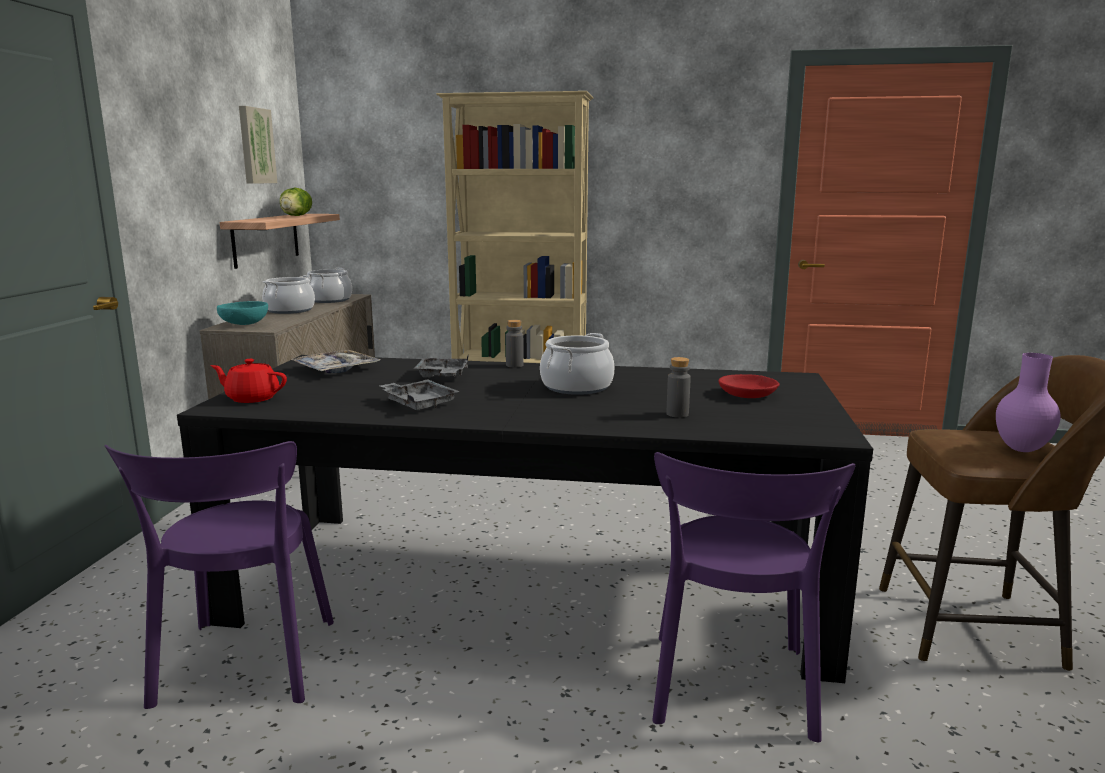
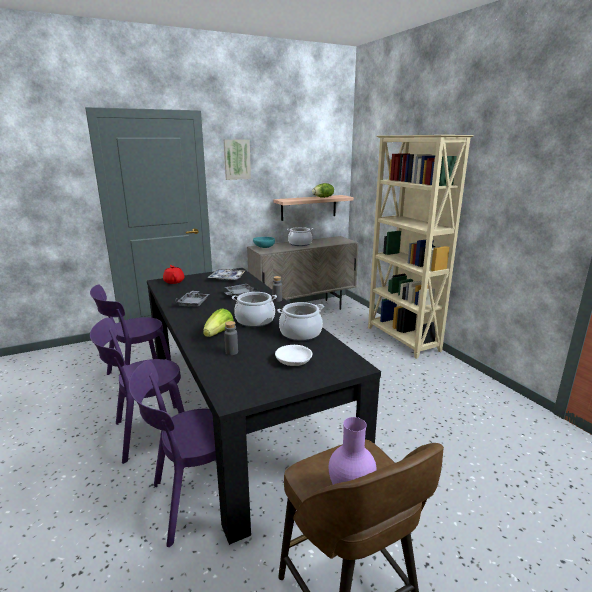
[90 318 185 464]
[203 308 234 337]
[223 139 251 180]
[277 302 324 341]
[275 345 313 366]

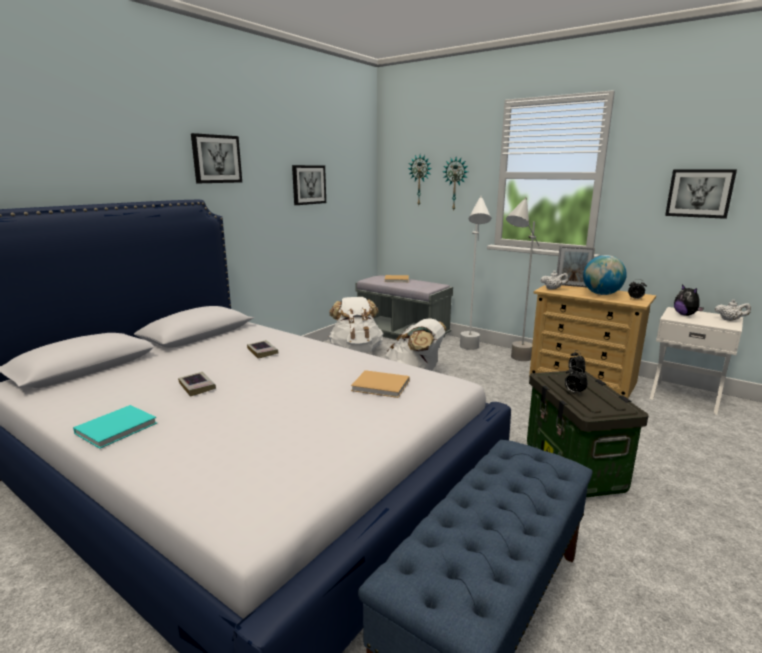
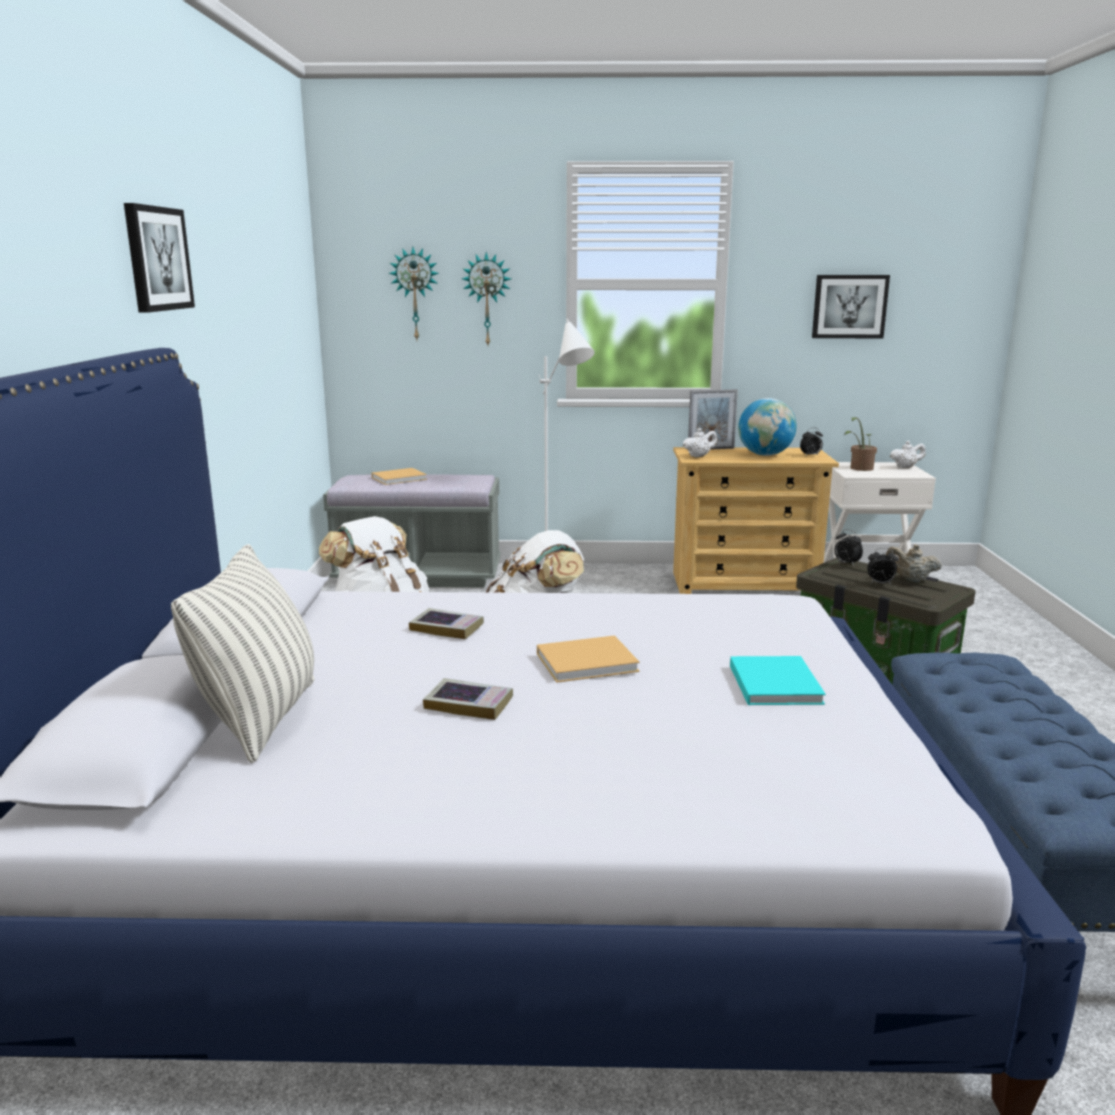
[292 165 326 205] (first image)
[506 197 539 361] (first image)
[171 544 315 763]
[886 544 942 583]
[730 656 826 705]
[537 635 640 683]
[844 417 877 471]

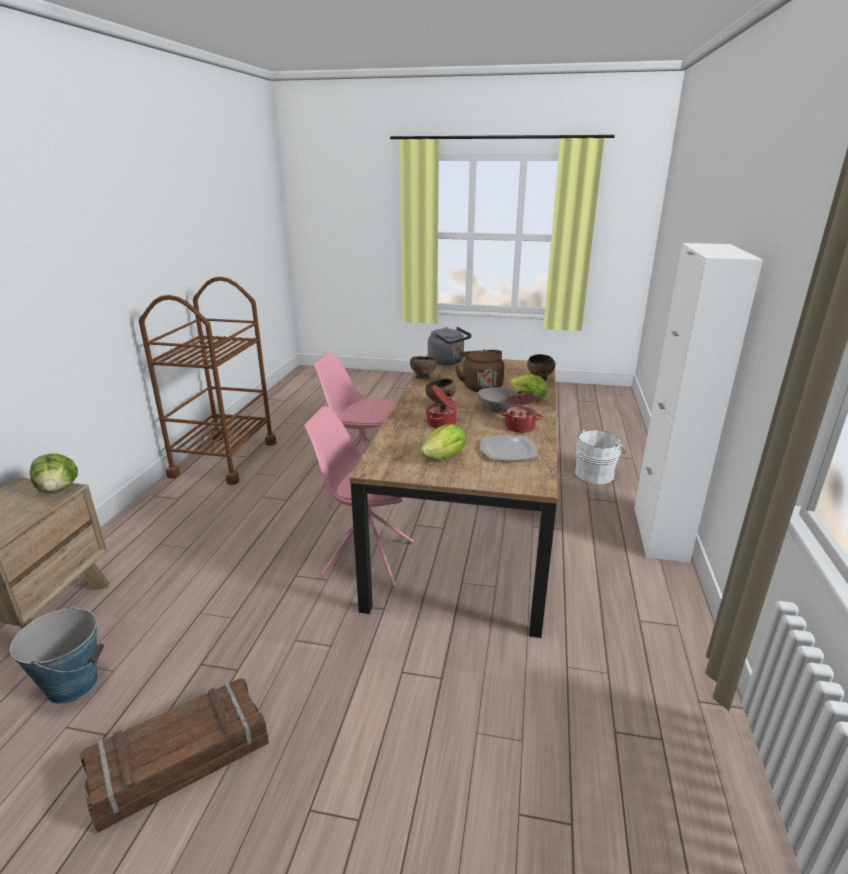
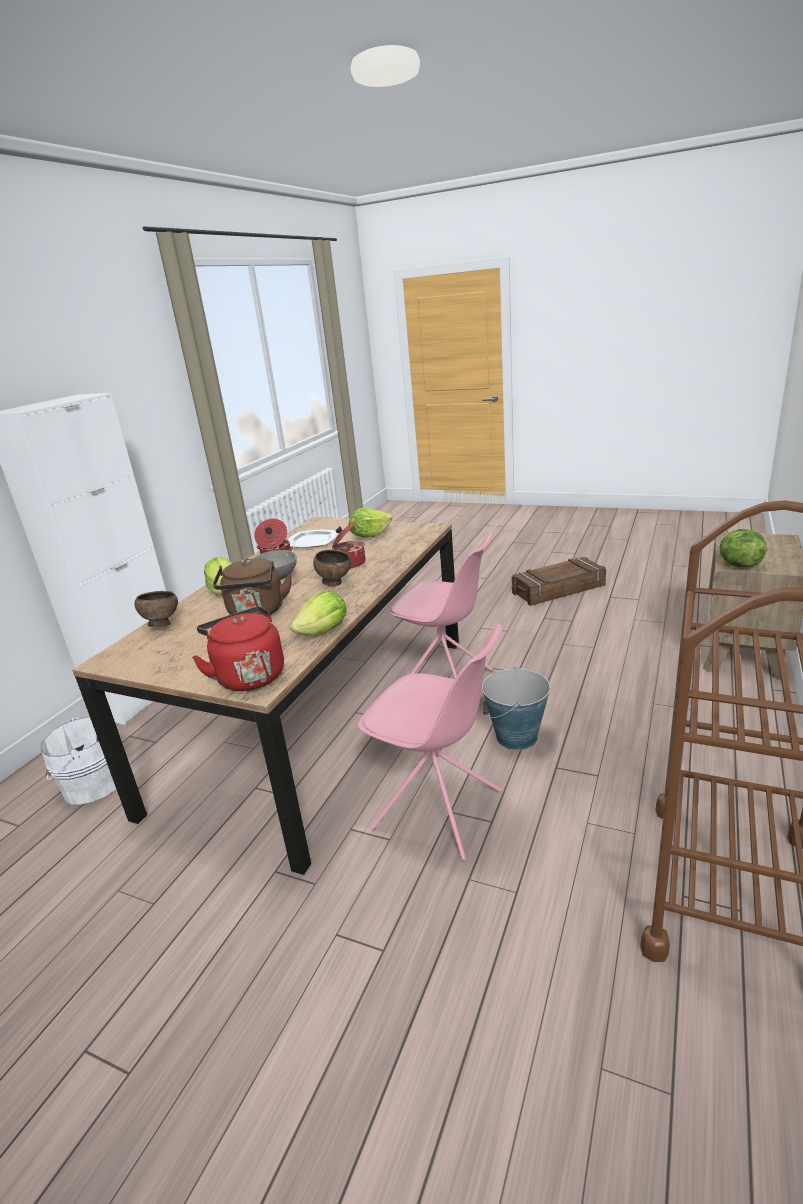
[482 666 550 750]
[290 591 347 636]
[192 606 284 691]

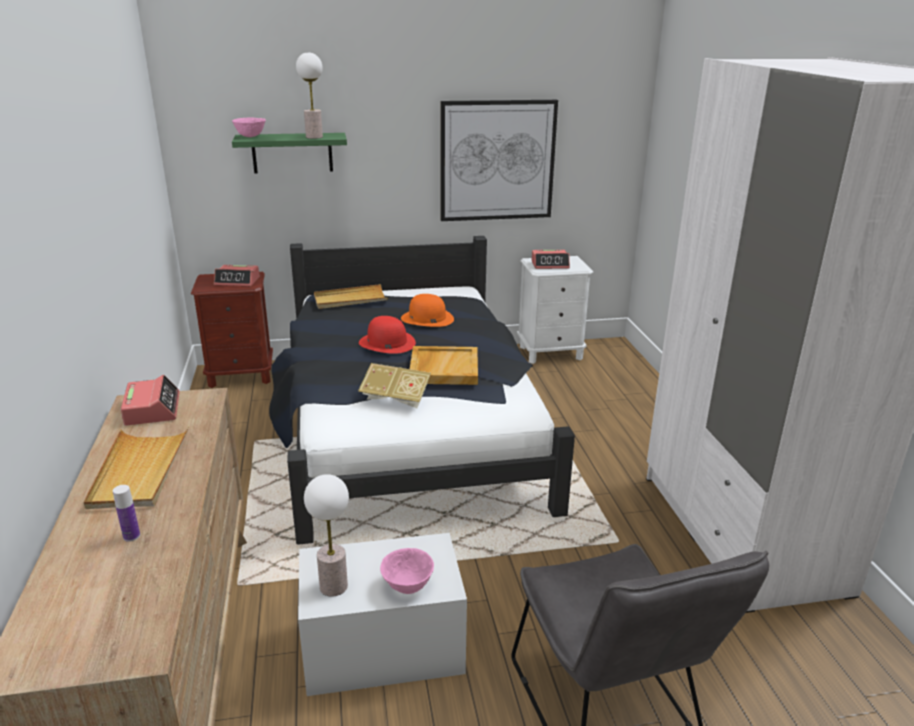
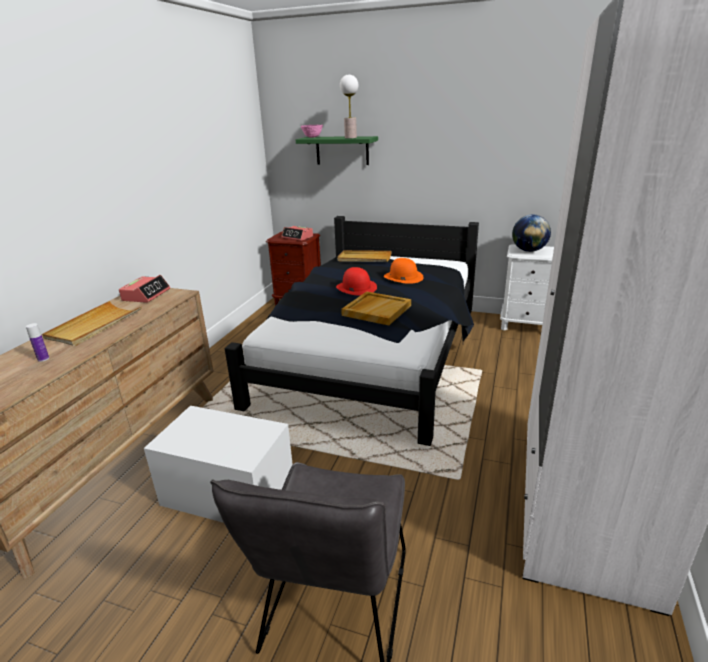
[304 474 349 597] (first image)
[358 363 431 408] (first image)
[380 548 434 594] (first image)
[441 100 558 221] (first image)
[512 214 551 252]

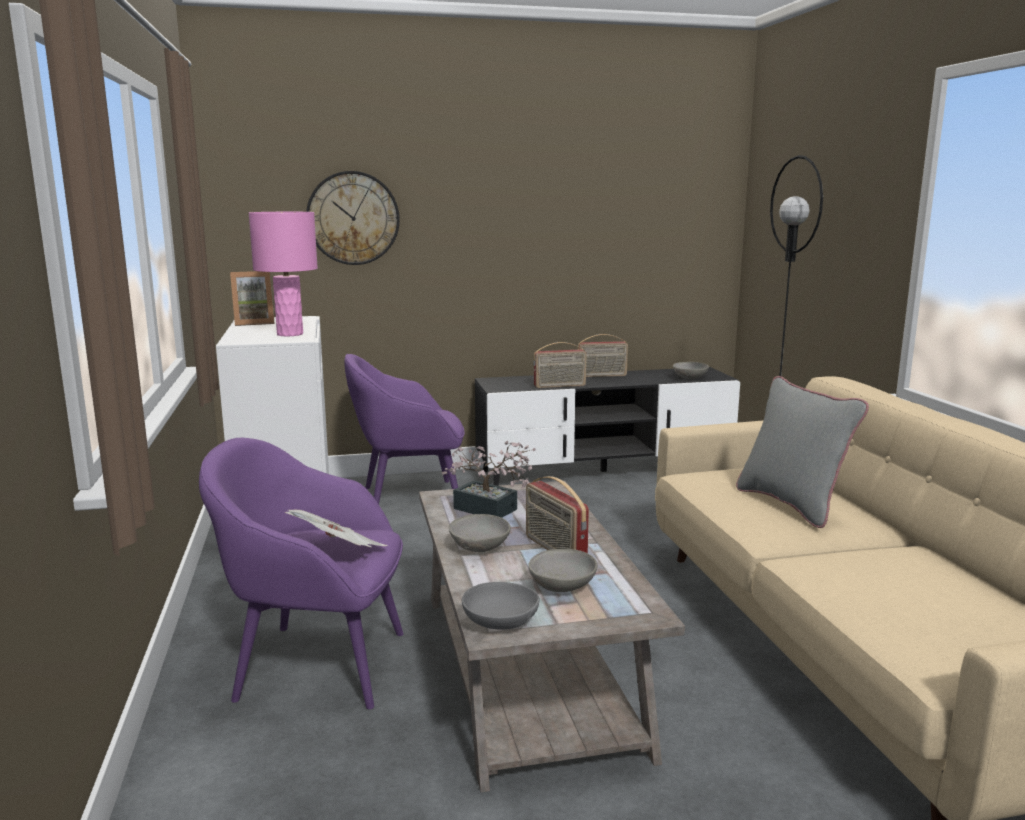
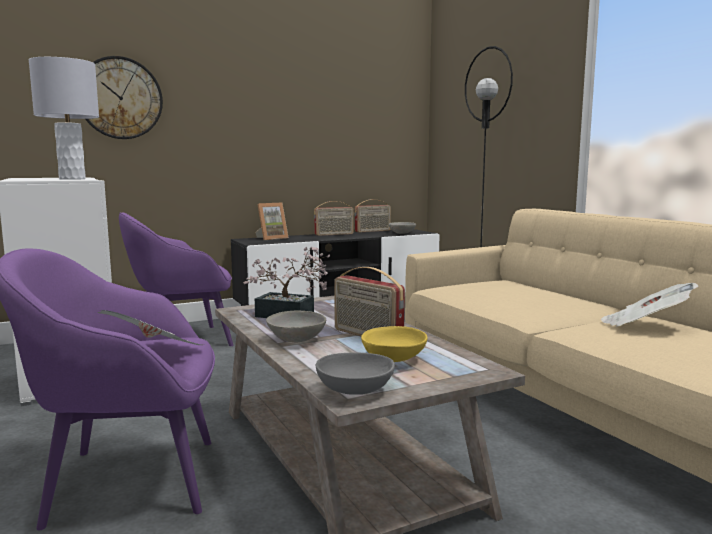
[736 376 869 528] (first image)
[600 283 699 327]
[255 203 289 240]
[355 199 391 233]
[29 57 99 180]
[361 326 428 362]

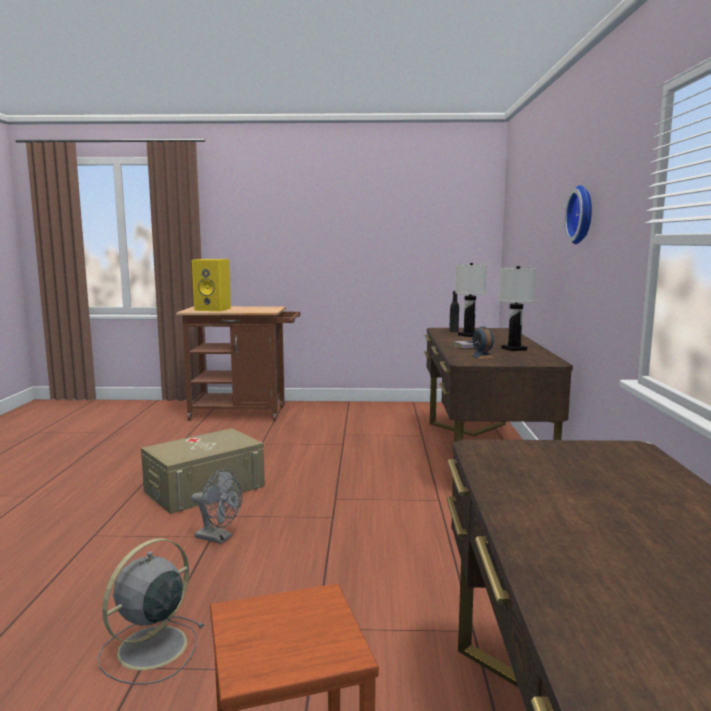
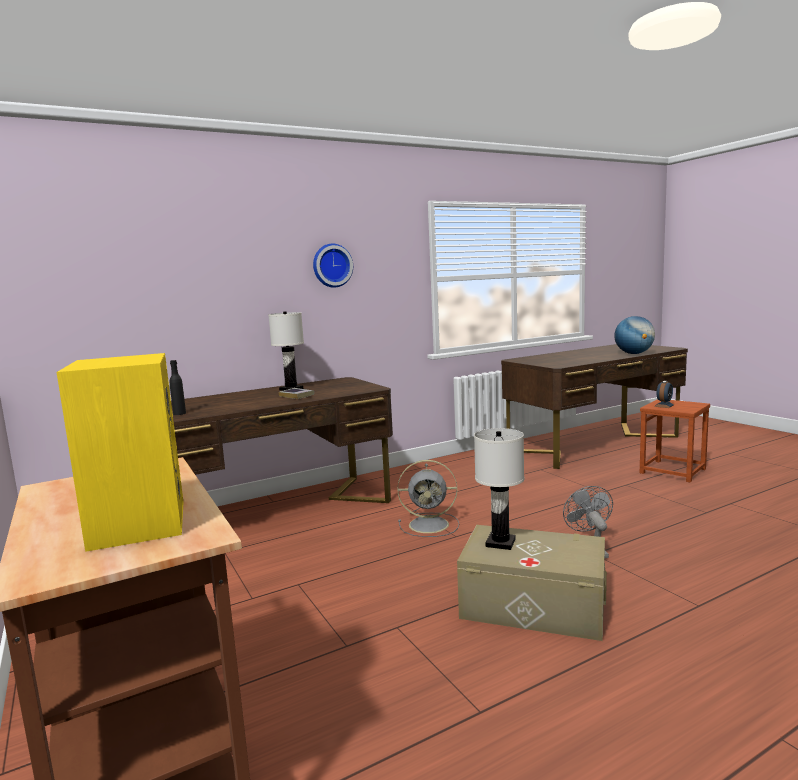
[614 316 655 354]
[397 460 459 537]
[474 428 524 550]
[654 381 674 408]

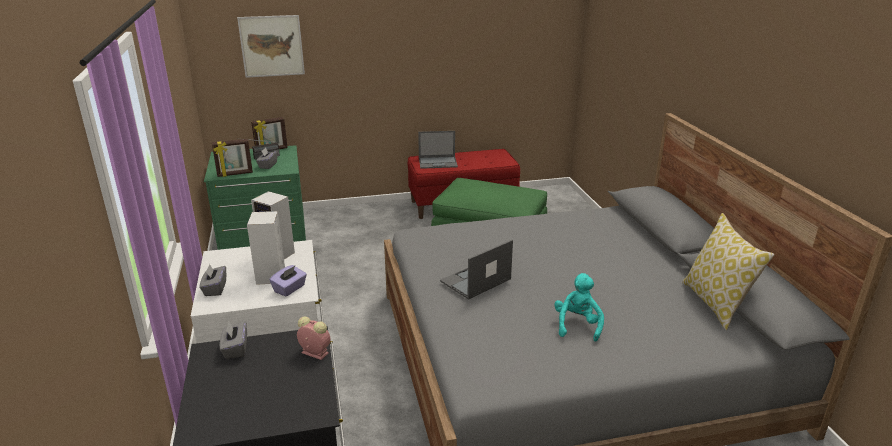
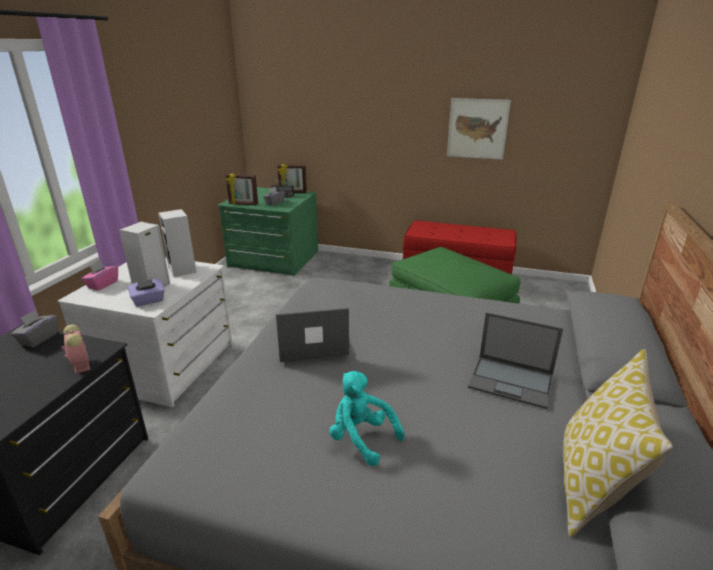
[447 98 511 160]
[468 312 563 409]
[82 261 118 290]
[329 371 405 466]

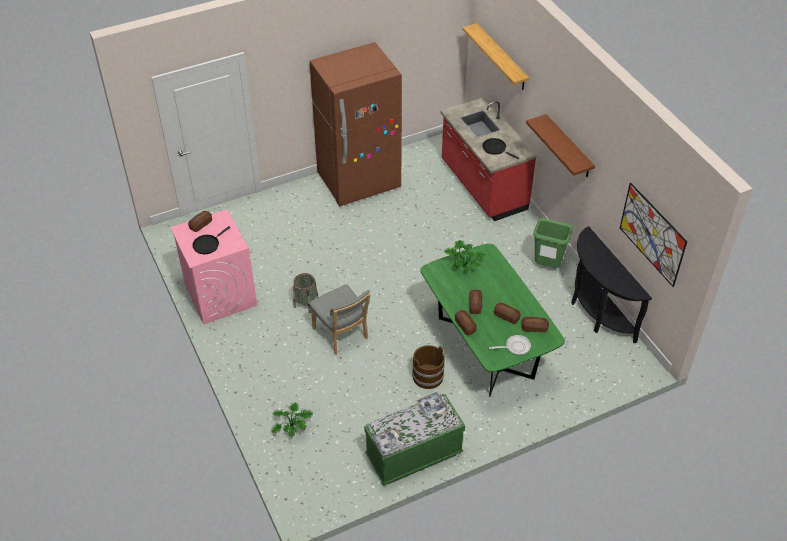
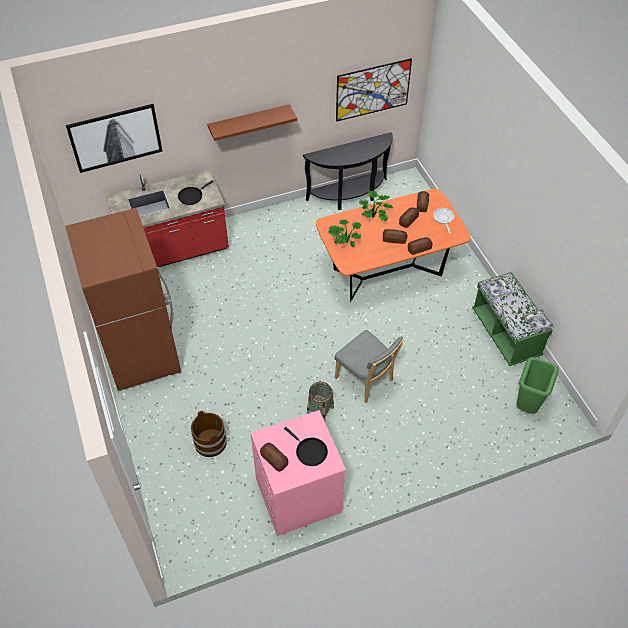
[359 191 393 221]
[191 411 227 457]
[517 357 559 414]
[66 104 163 173]
[316 189 471 303]
[334 330 404 403]

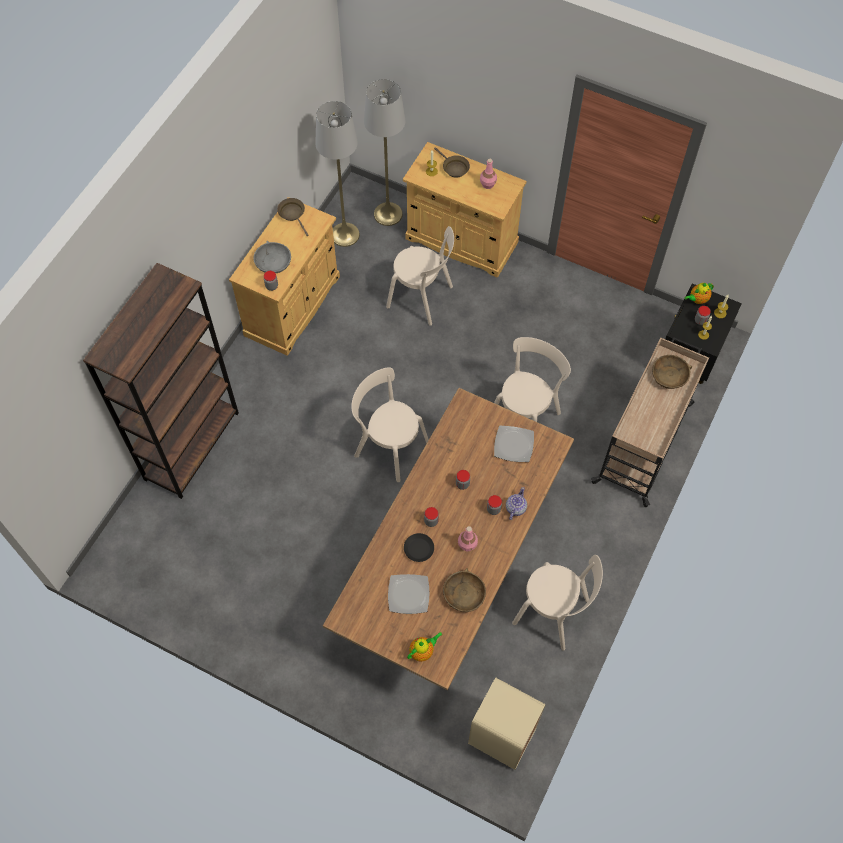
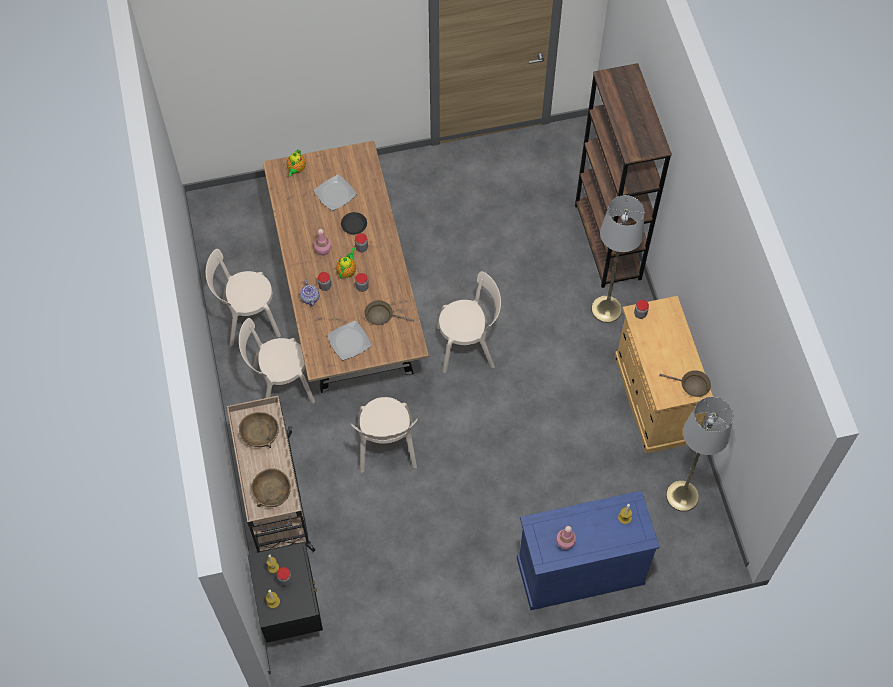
[253 241 291 273] (first image)
[468 678 546 770] (first image)
[591 195 645 323]
[239 318 315 403]
[364 300 414 325]
[239 412 279 448]
[336 247 356 279]
[517 490 660 610]

